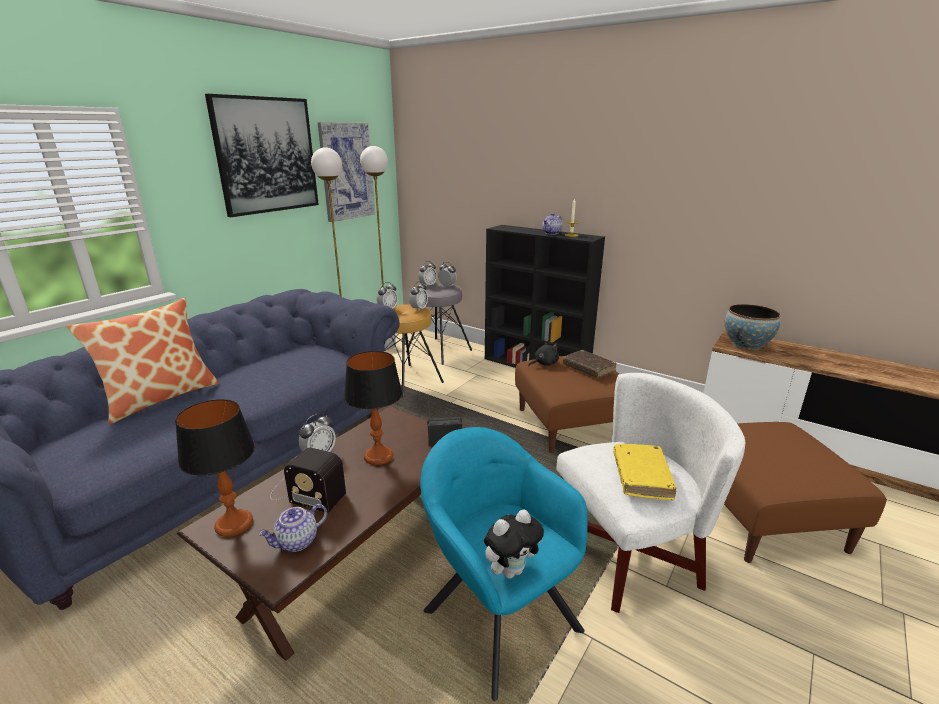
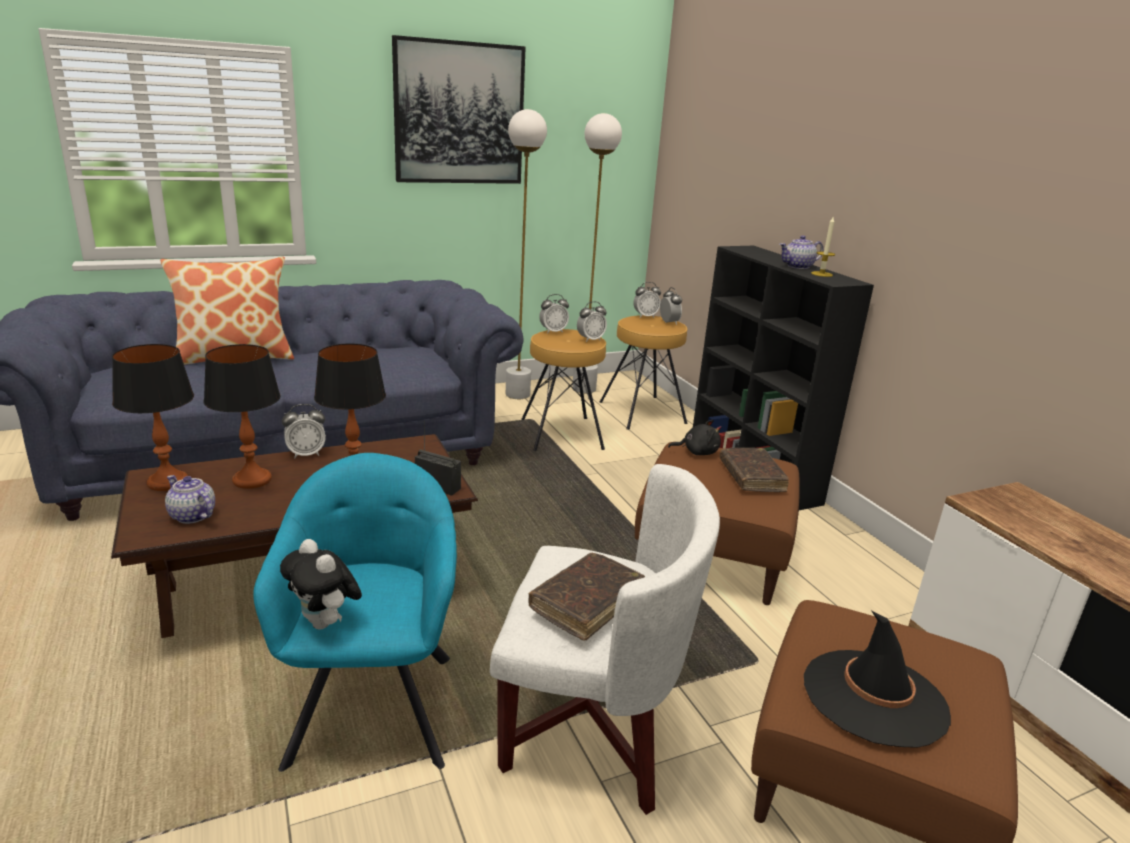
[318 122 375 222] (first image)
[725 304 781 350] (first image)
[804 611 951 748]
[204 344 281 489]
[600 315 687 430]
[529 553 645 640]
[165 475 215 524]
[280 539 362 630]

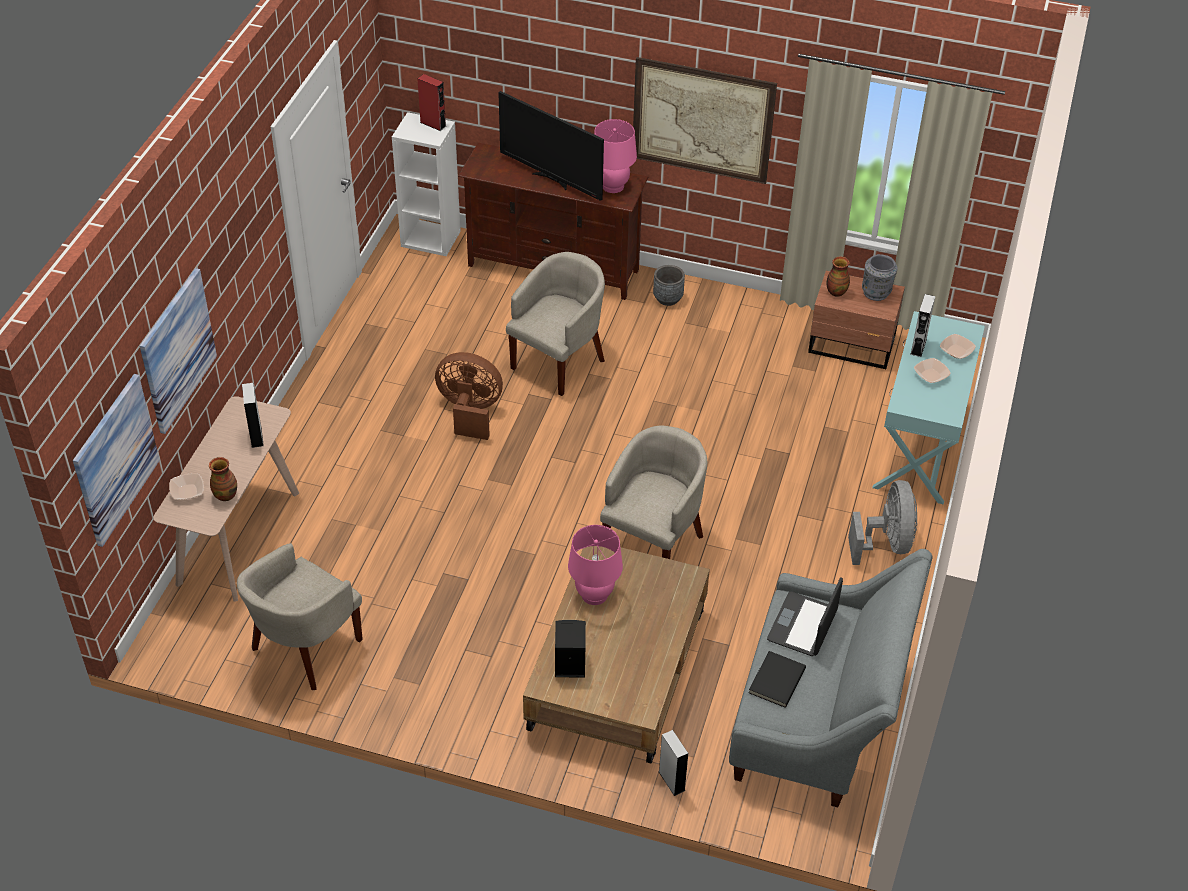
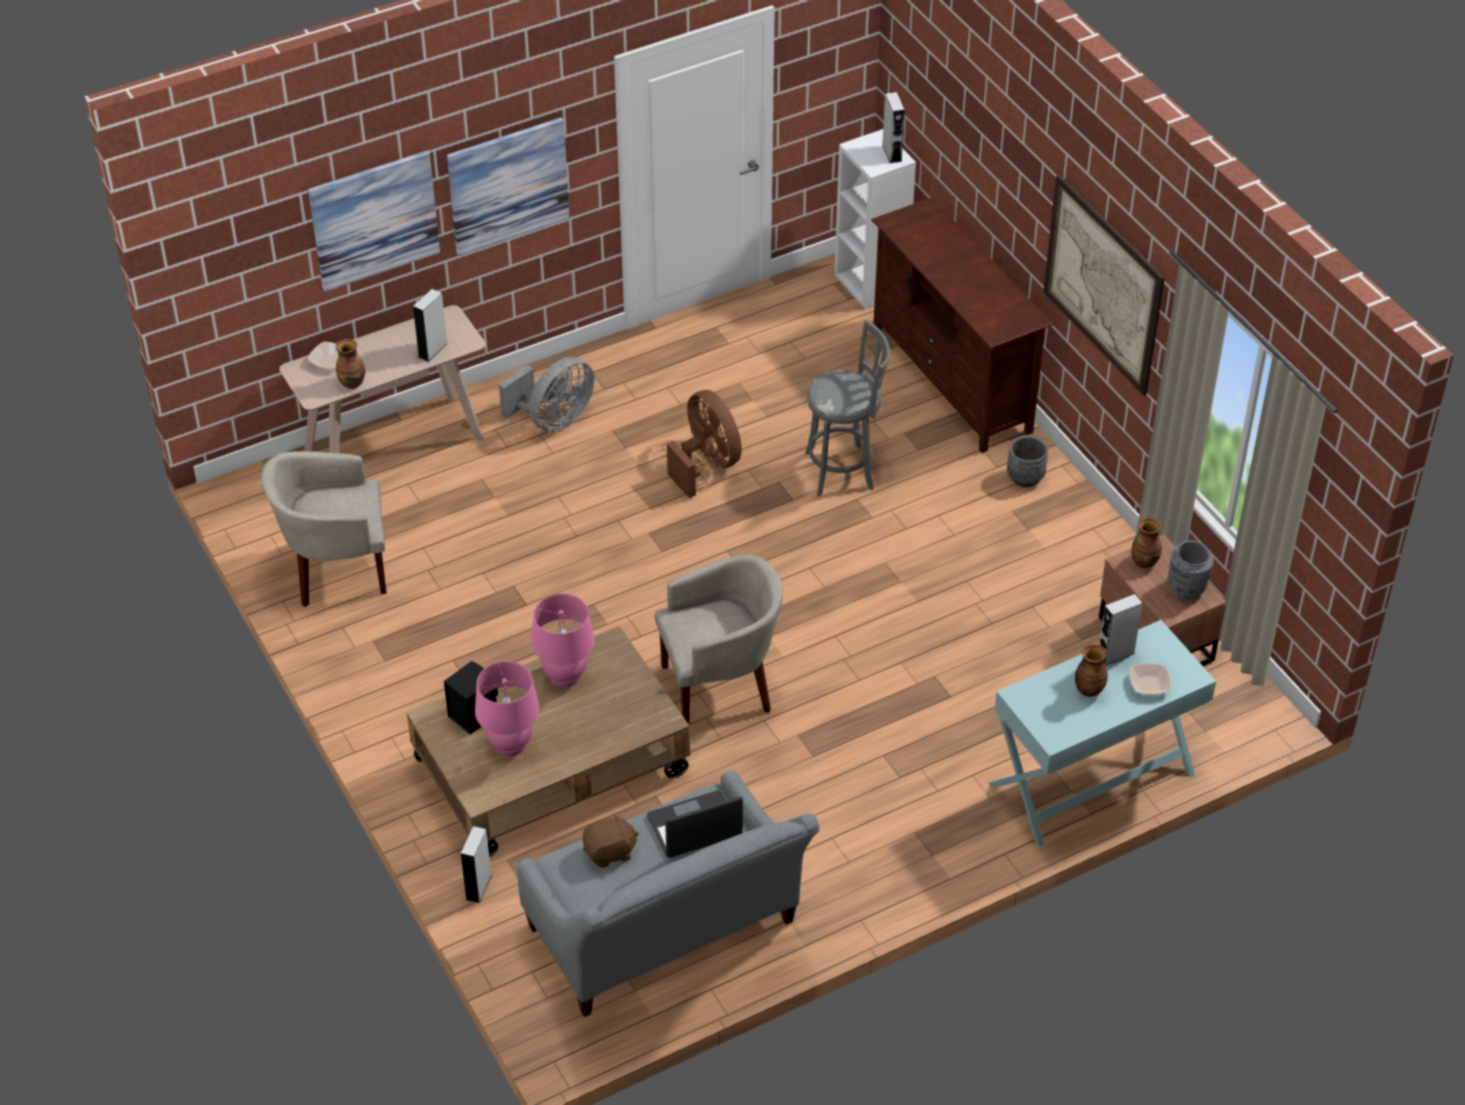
[498 91 604 201] (first image)
[447 117 569 256]
[475 661 540 756]
[499 357 594 432]
[805 320 890 497]
[582 812 639 868]
[1075 644 1108 697]
[882 92 905 163]

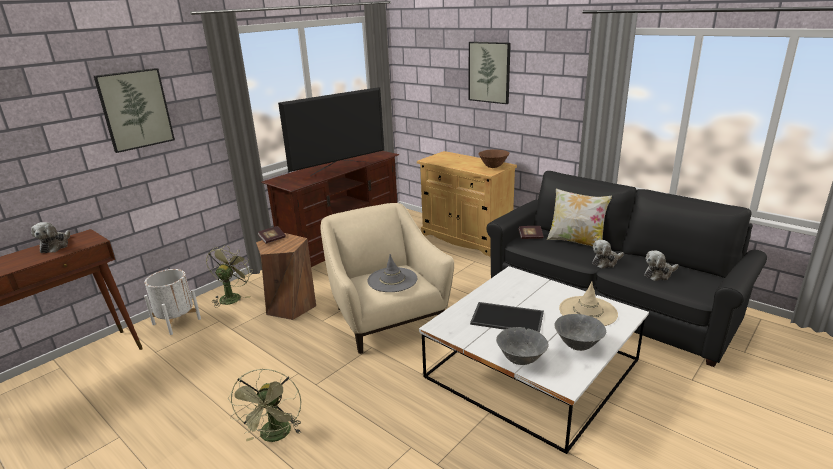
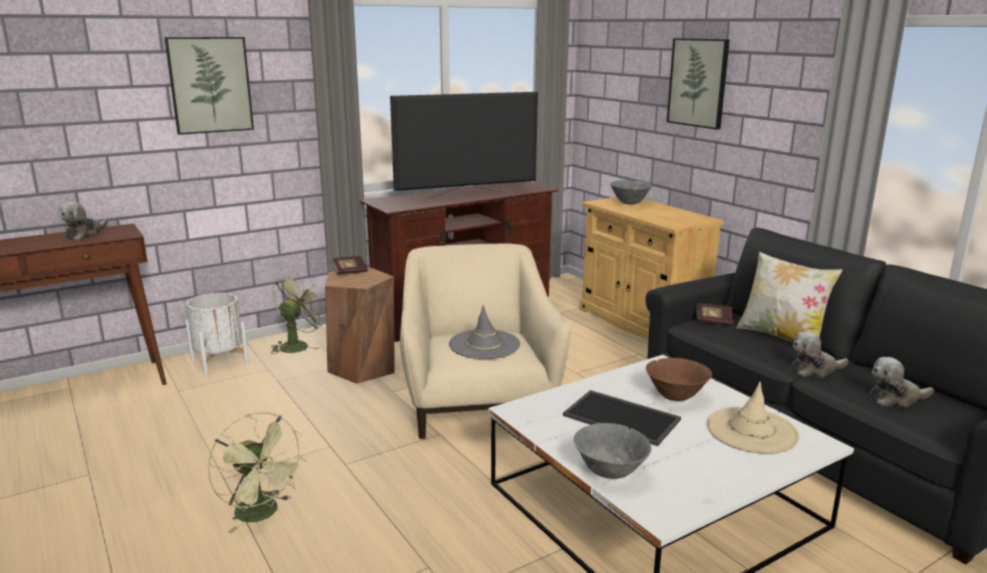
[646 358 712 401]
[610 180 652 205]
[208 412 306 534]

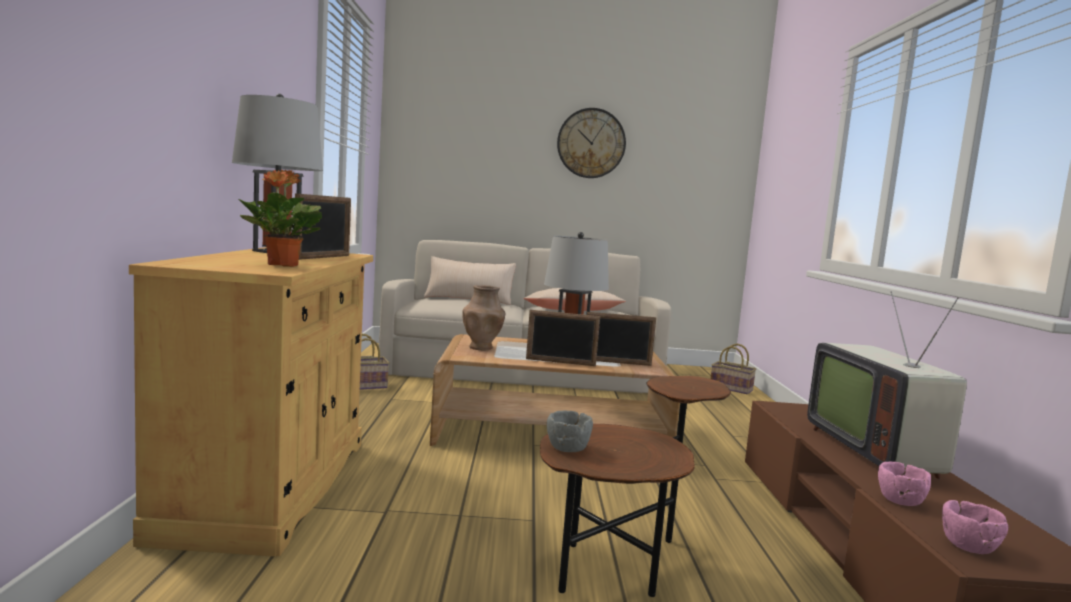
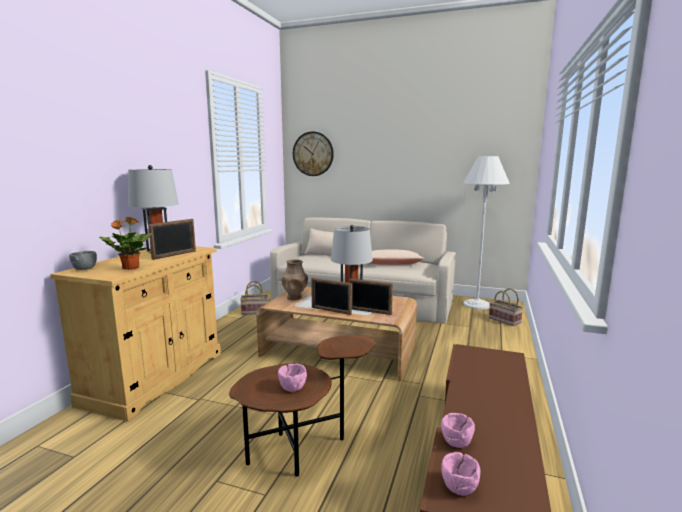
[807 291 967 479] (first image)
[278 364 307 392]
[463 156 510 310]
[69 251 97 270]
[293 131 334 176]

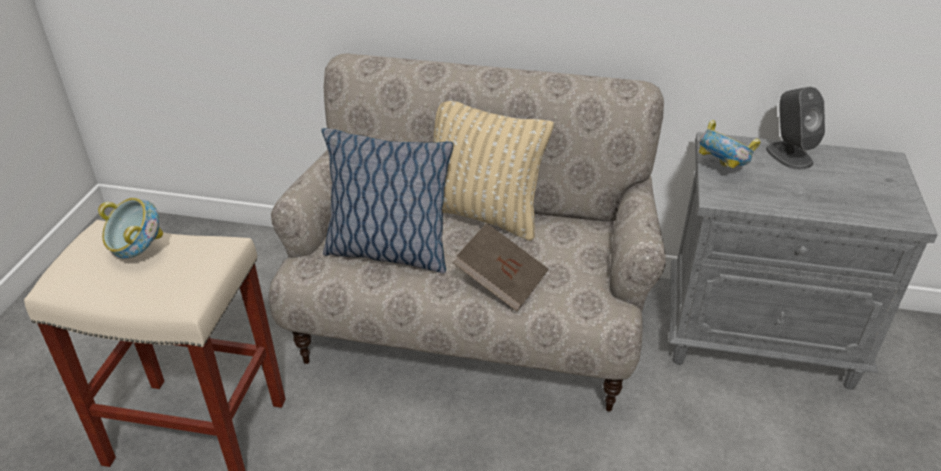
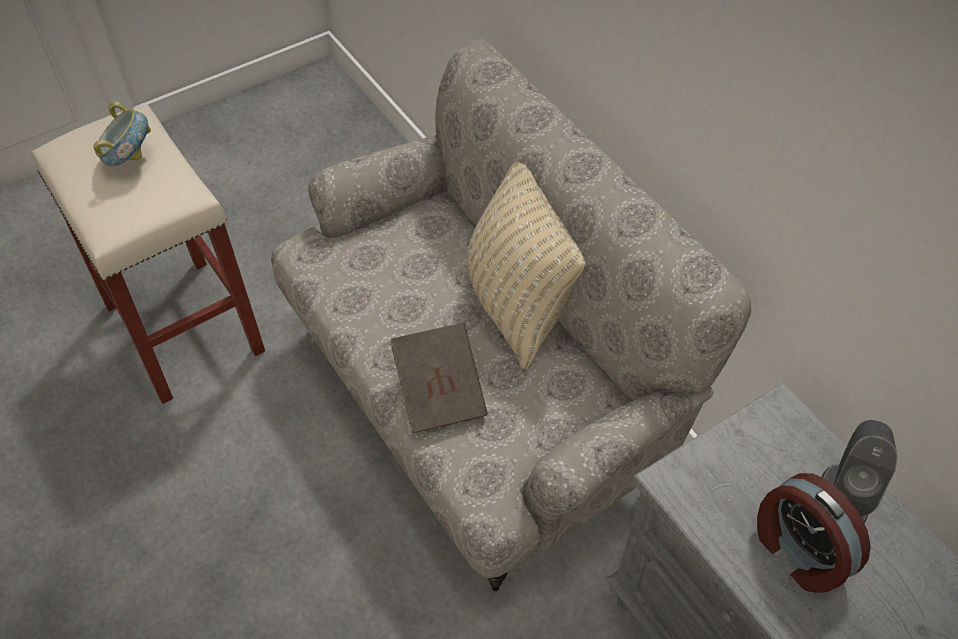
[321 128 453 273] (first image)
[699 120 761 169] (first image)
[757 473 871 593]

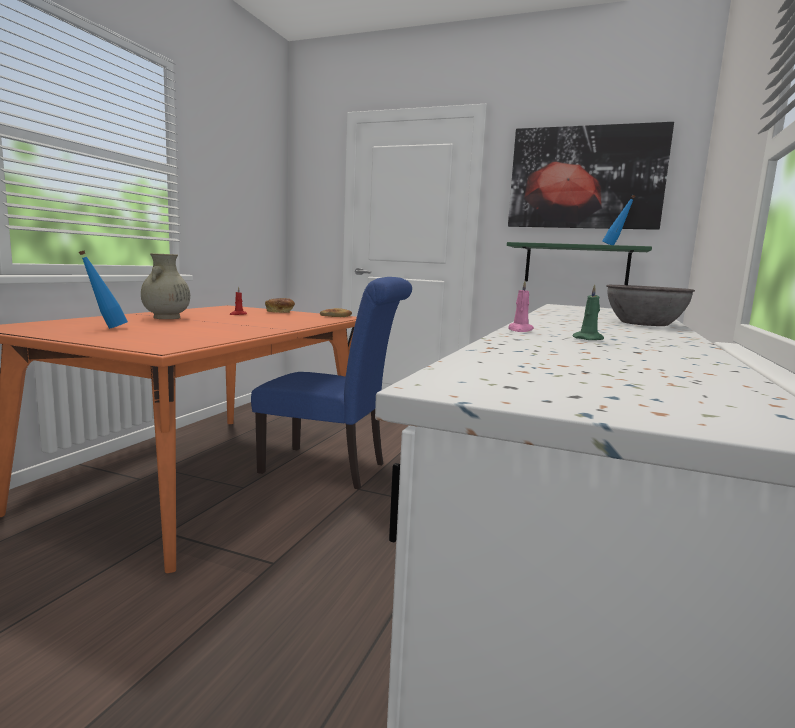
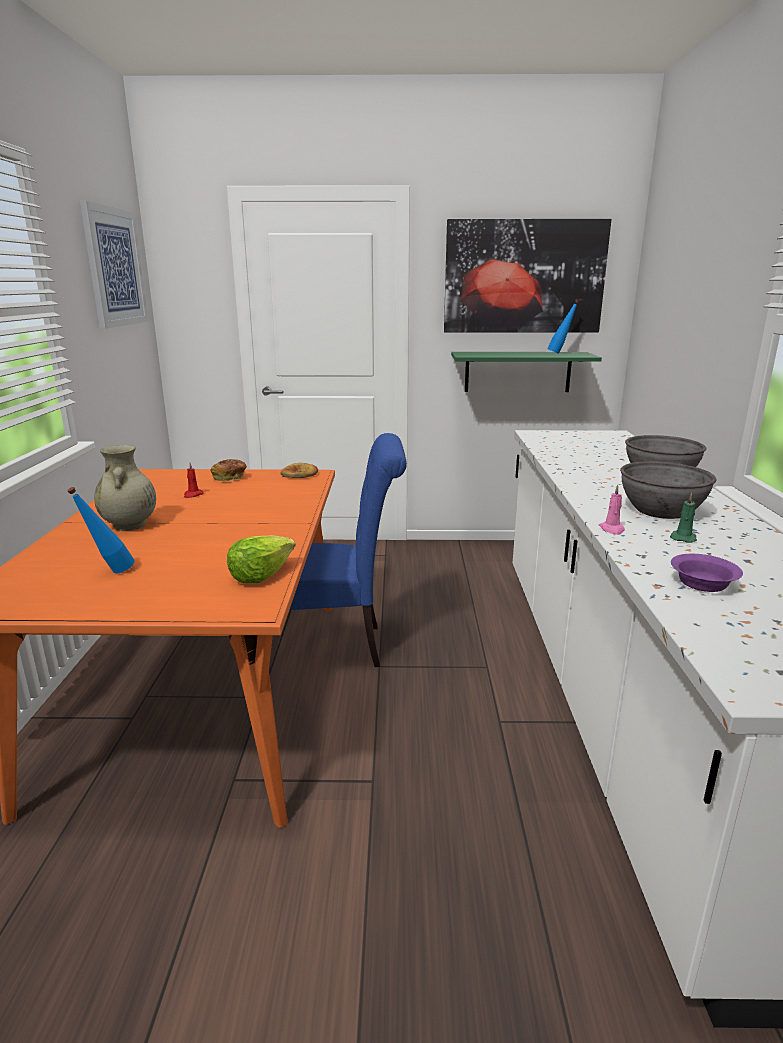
[80 201 148 329]
[227 535 296 584]
[620 461 716 519]
[671 554 743 592]

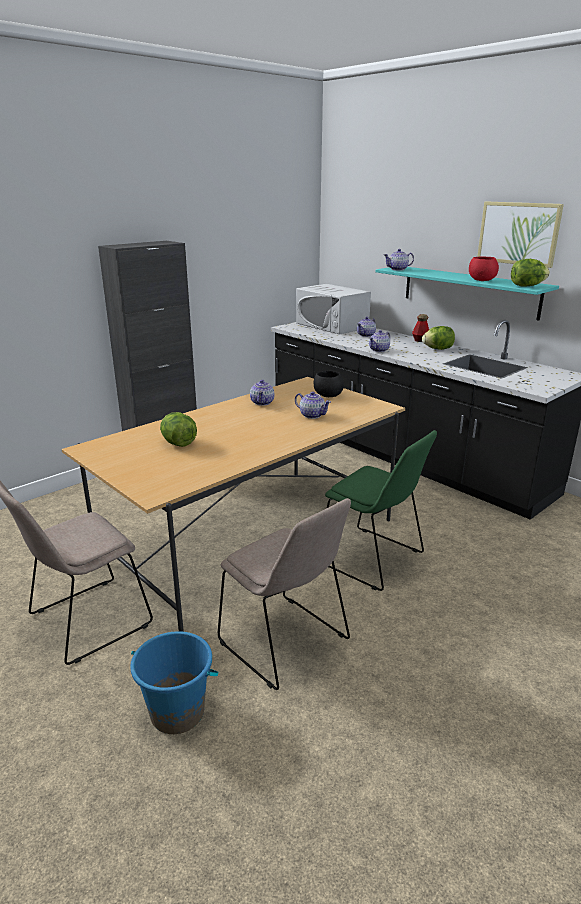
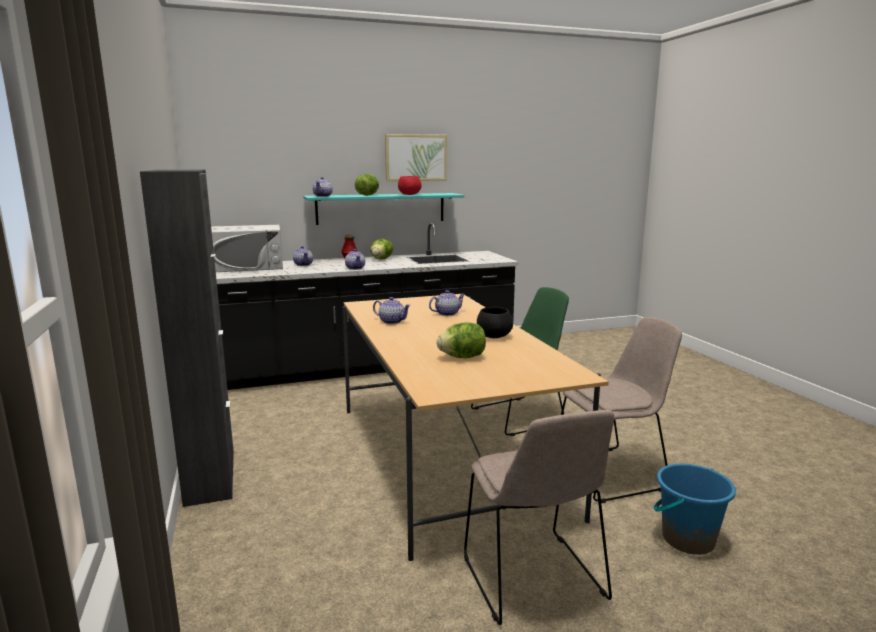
[477 307 513 338]
[355 174 379 196]

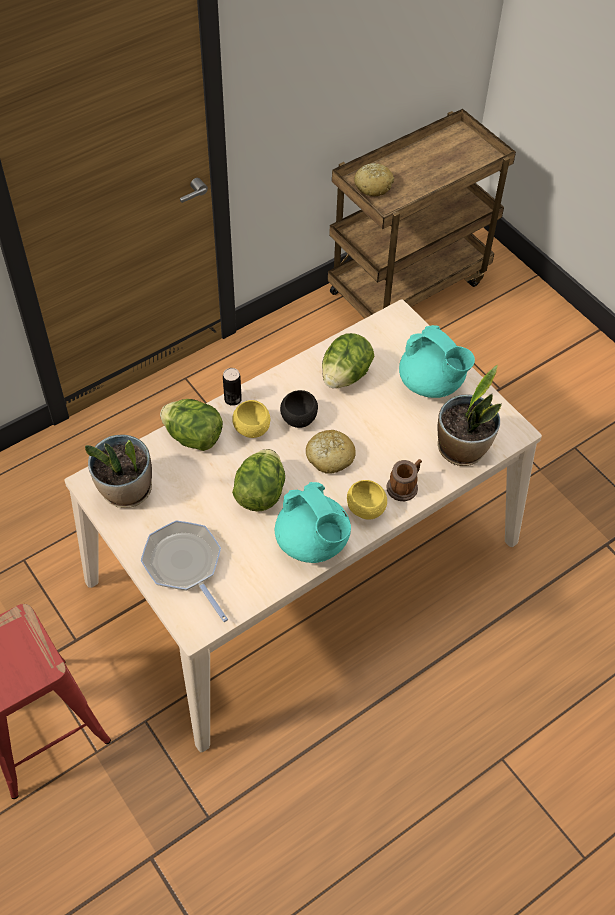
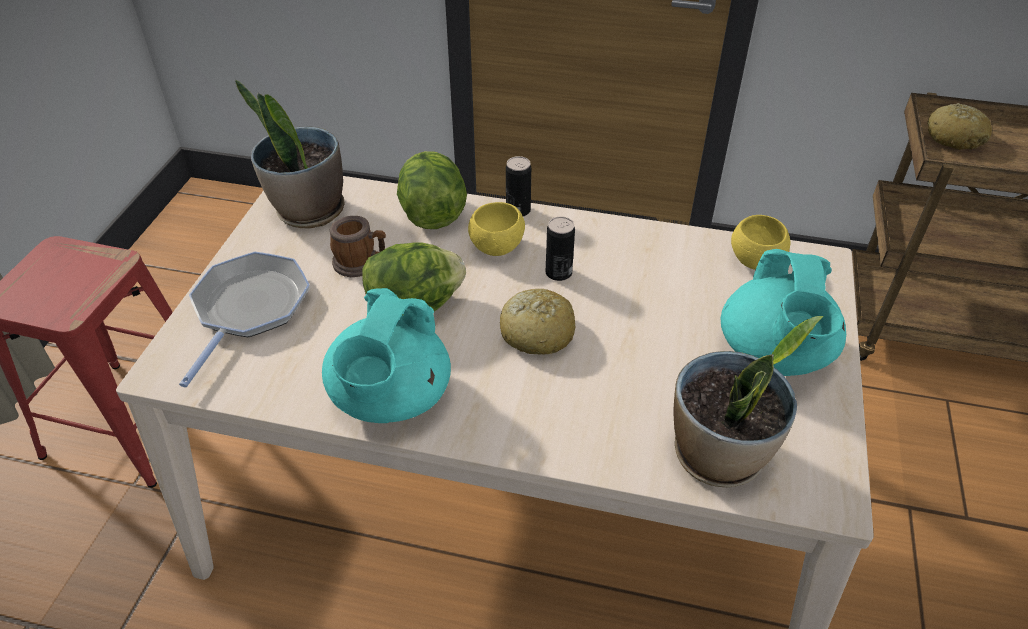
[322 333 374 388] (first image)
[731 215 790 270]
[330 216 386 277]
[546 216 575 281]

